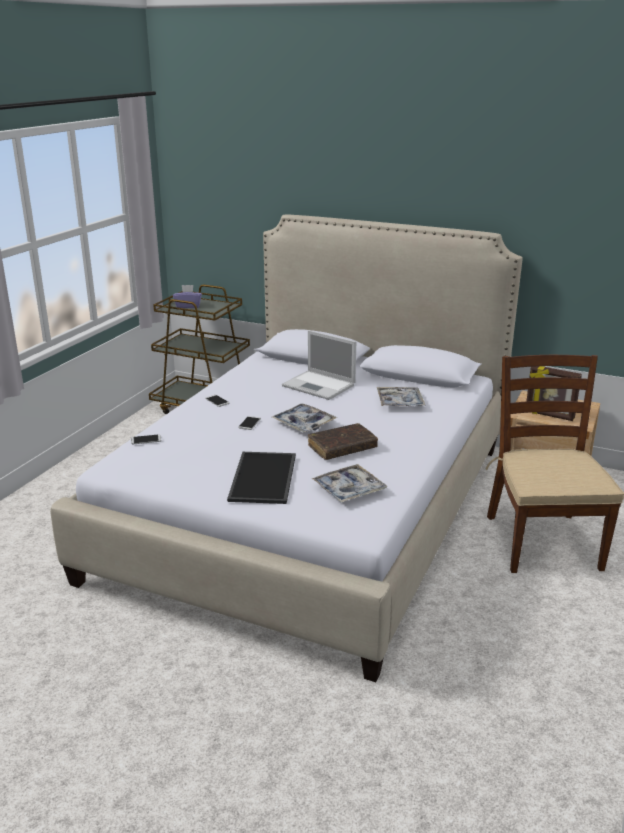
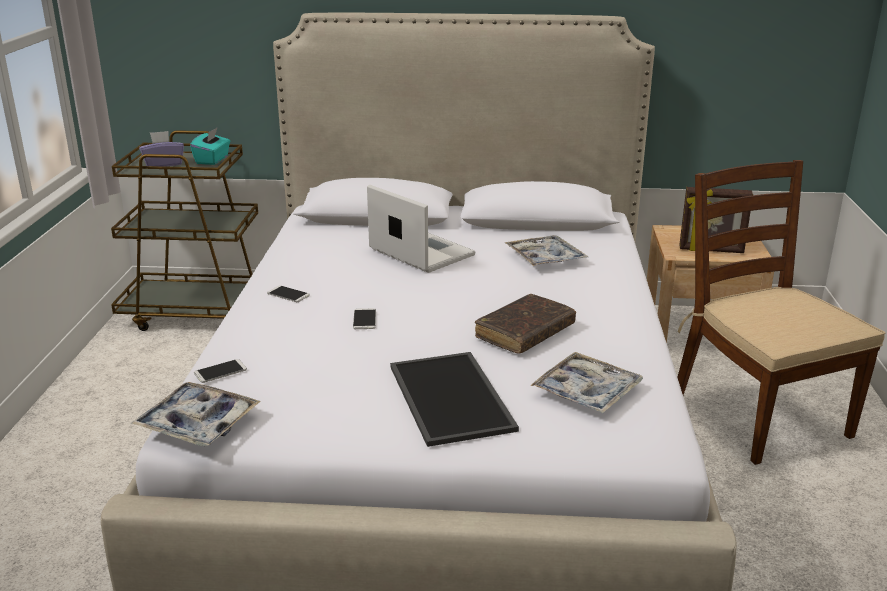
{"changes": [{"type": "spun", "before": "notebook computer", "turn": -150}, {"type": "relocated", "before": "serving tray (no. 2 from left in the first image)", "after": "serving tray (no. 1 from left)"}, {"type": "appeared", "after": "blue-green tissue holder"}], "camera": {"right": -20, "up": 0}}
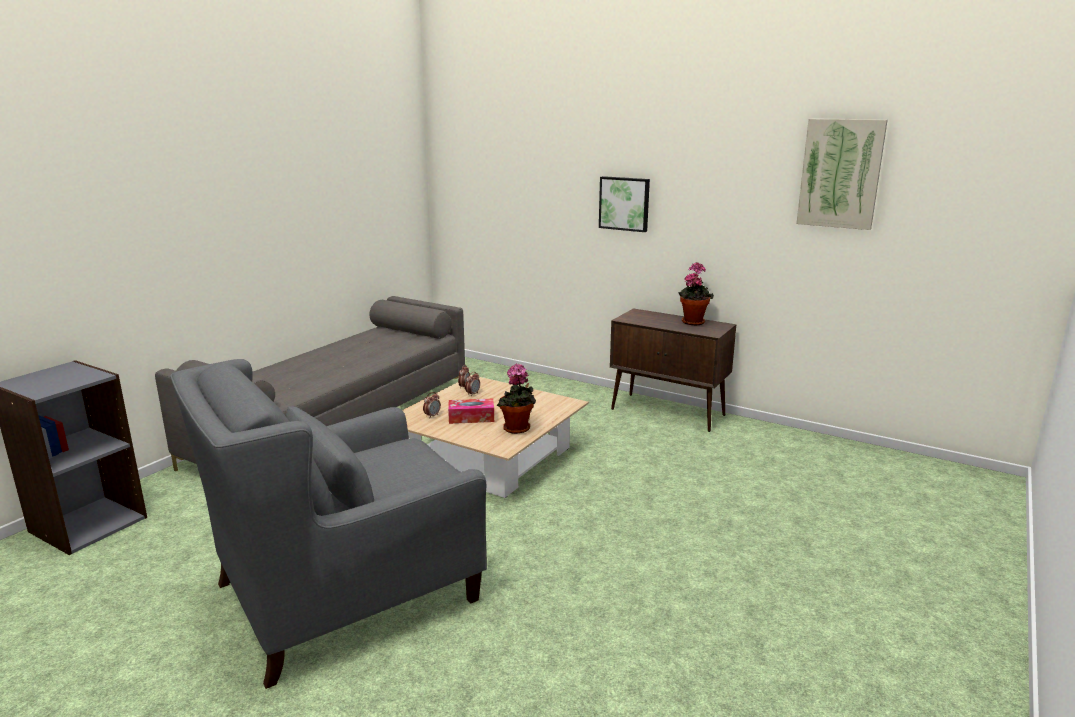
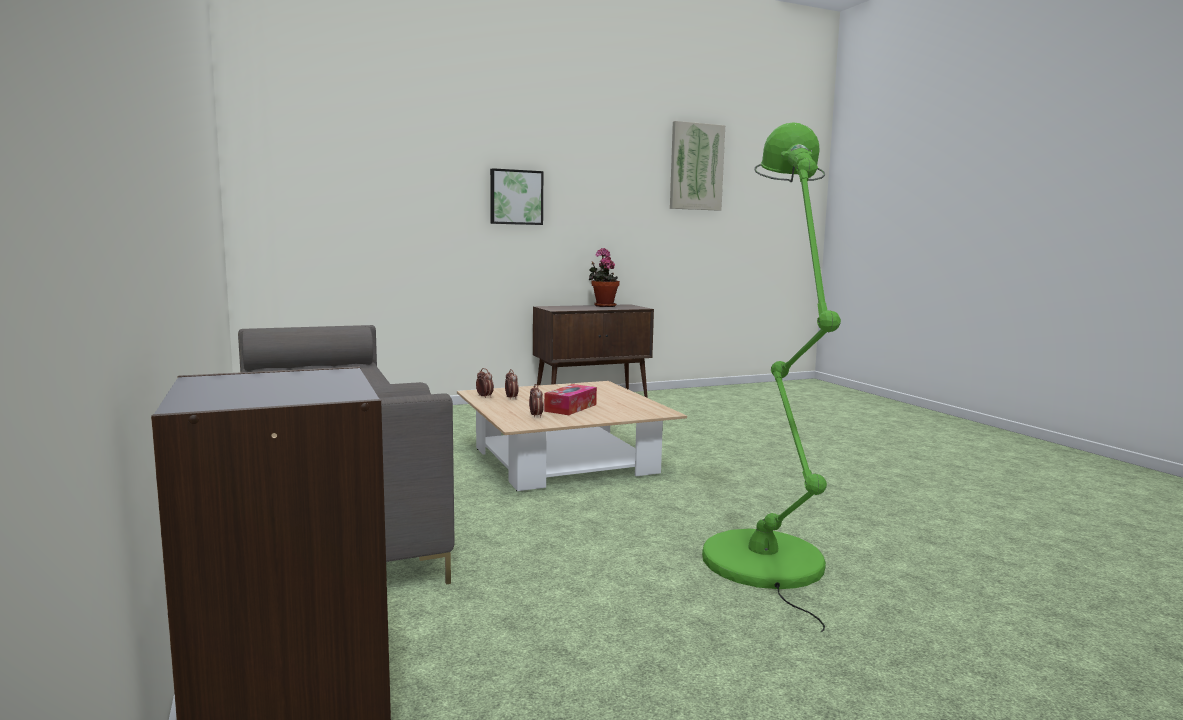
{"changes": [{"type": "exchanged", "before": "grey armchair", "after": "green floor lamp"}, {"type": "missing", "before": "plant in a pot (no. 1 from left)"}], "camera": {"right": -55, "up": -10}}
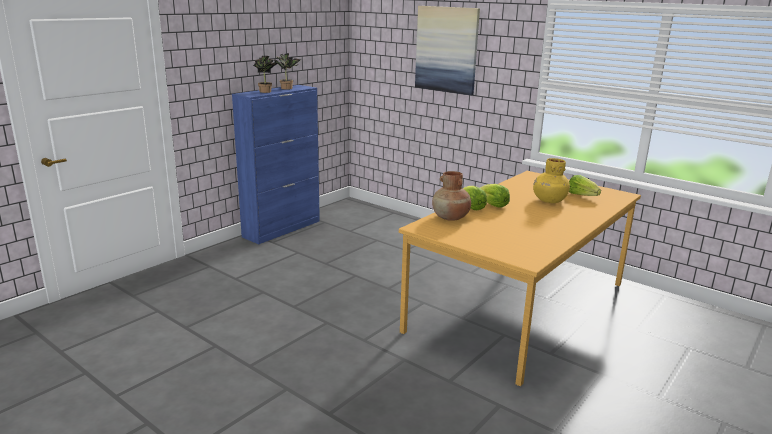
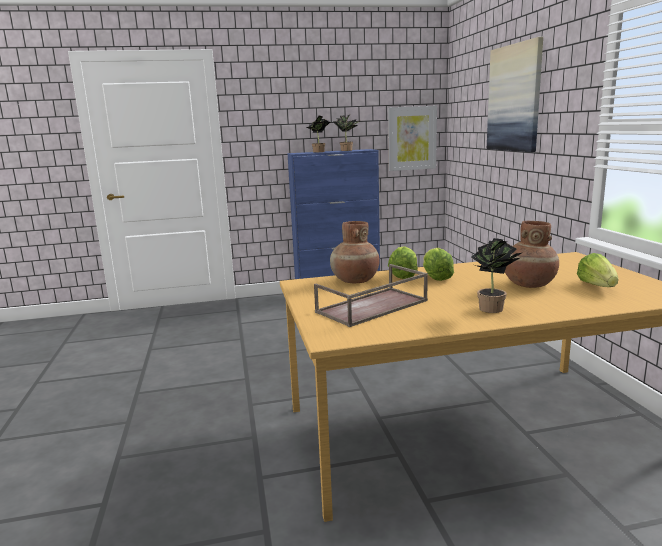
{"changes": [{"type": "colour", "before": "yellow-coloured vase", "after": "brownish vase (no. 2 from left)"}, {"type": "appeared", "after": "wall picture (no. 1 from left)"}, {"type": "appeared", "after": "plant in a pot (no. 3 from left)"}, {"type": "appeared", "after": "brownish serving tray"}], "camera": {"right": 40, "up": -5}}
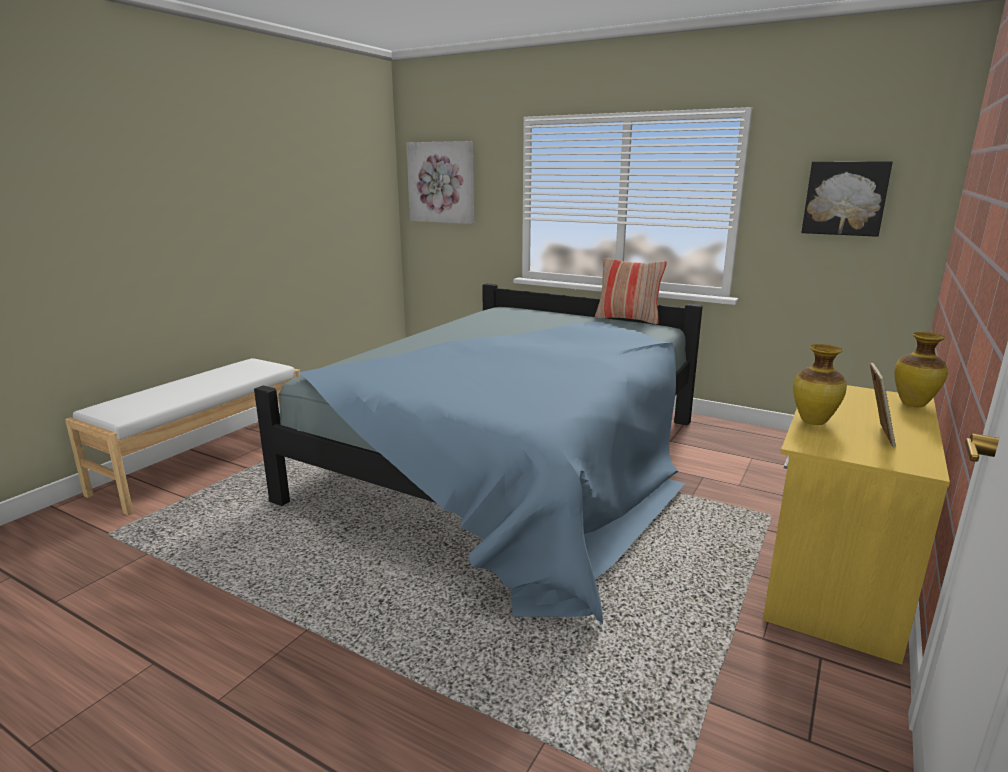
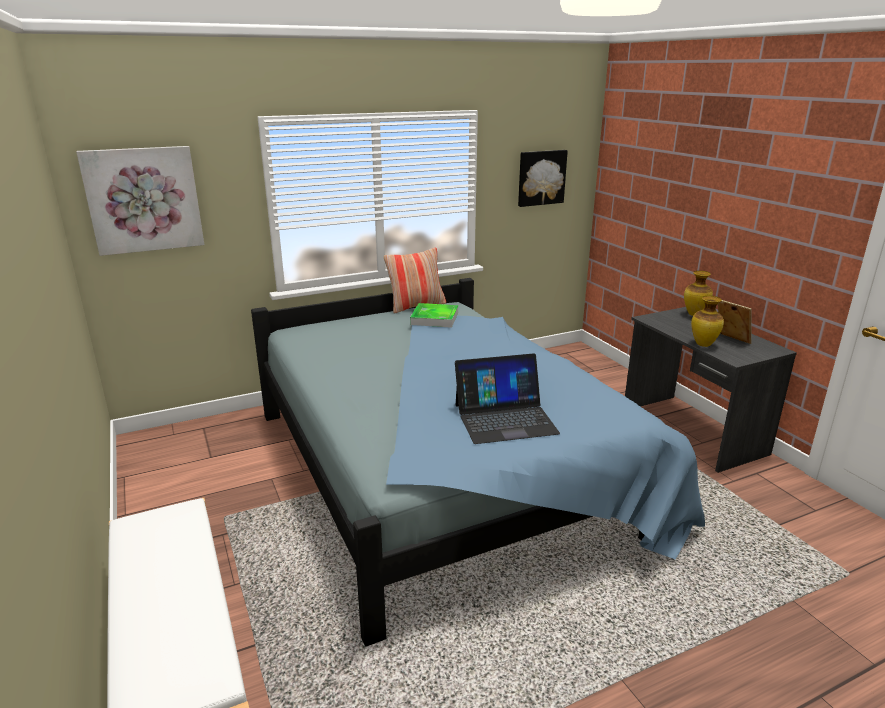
{"changes": [{"type": "colour", "before": "yellow-coloured desk table", "after": "grey desk table"}, {"type": "appeared", "after": "serving tray"}, {"type": "appeared", "after": "notebook computer"}], "camera": {"right": -55, "up": 5}}
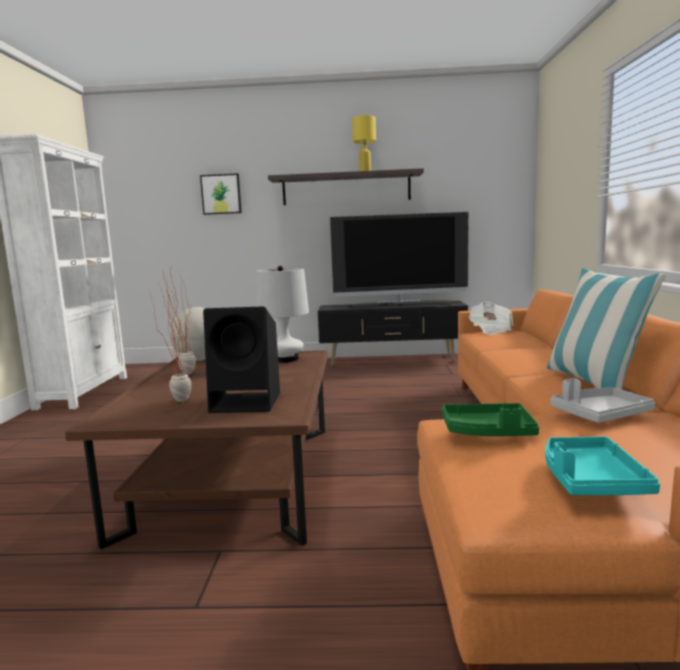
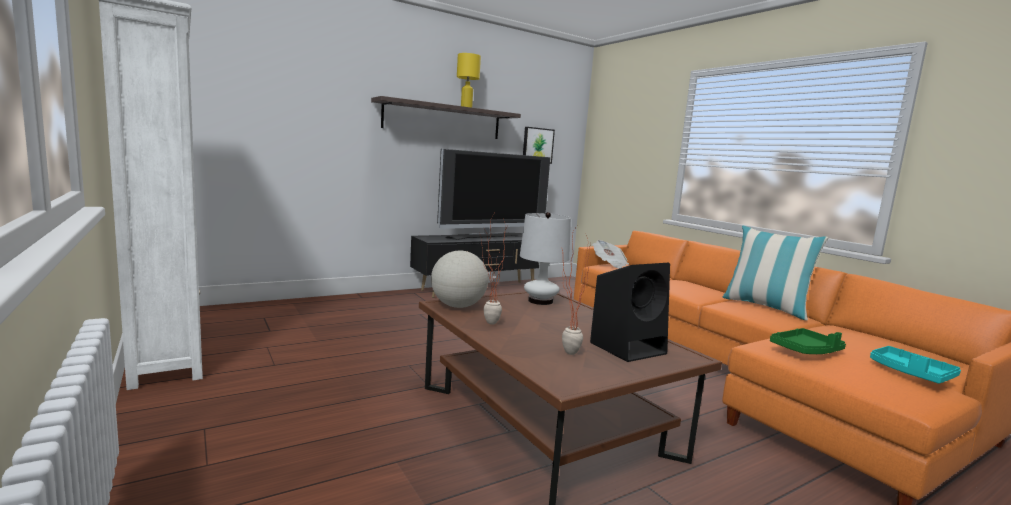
{"changes": [{"type": "relocated", "before": "wall picture"}, {"type": "missing", "before": "grey serving tray"}], "camera": {"right": -35, "up": 0}}
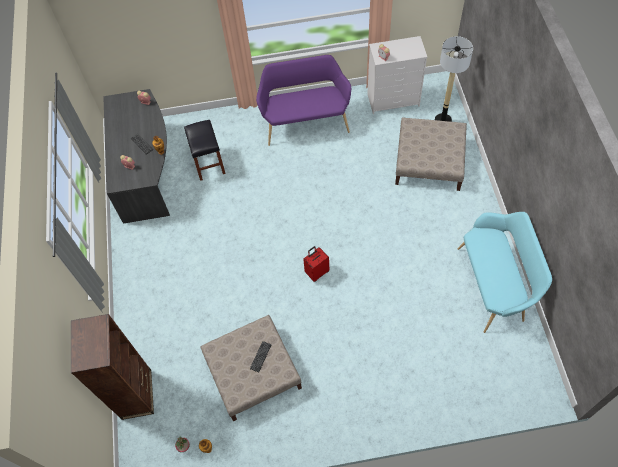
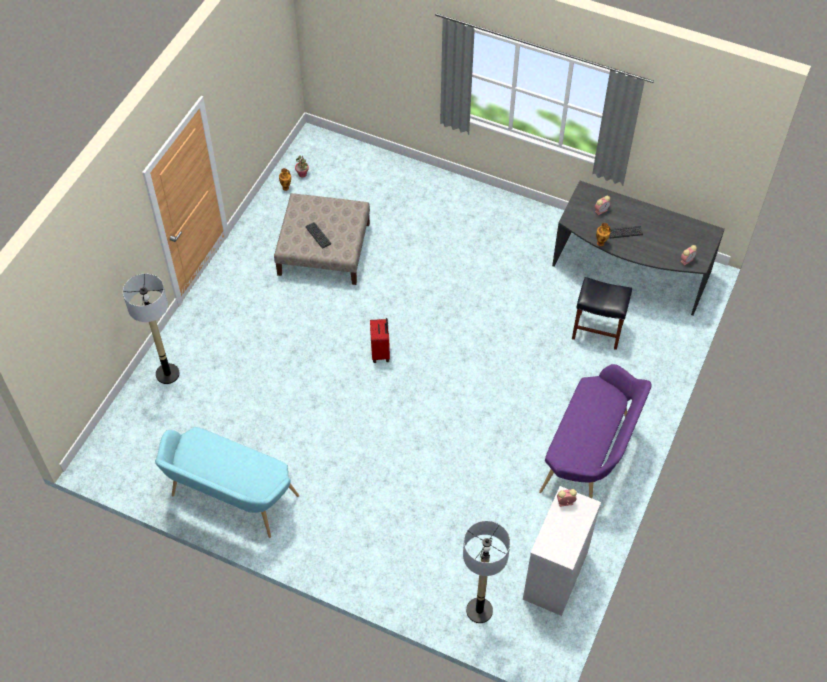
{"changes": [{"type": "missing", "before": "beige pouffe (no. 2 from left)"}, {"type": "missing", "before": "brownish bookshelf"}, {"type": "appeared", "after": "floor lamp (no. 1 from left)"}], "camera": {"right": 120, "up": -5}}
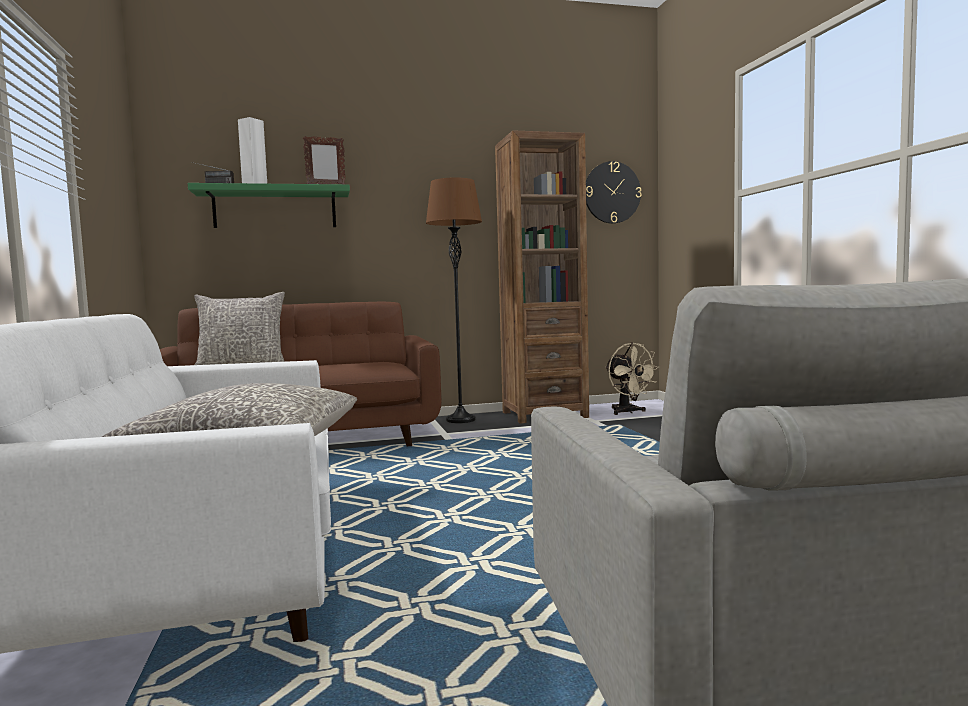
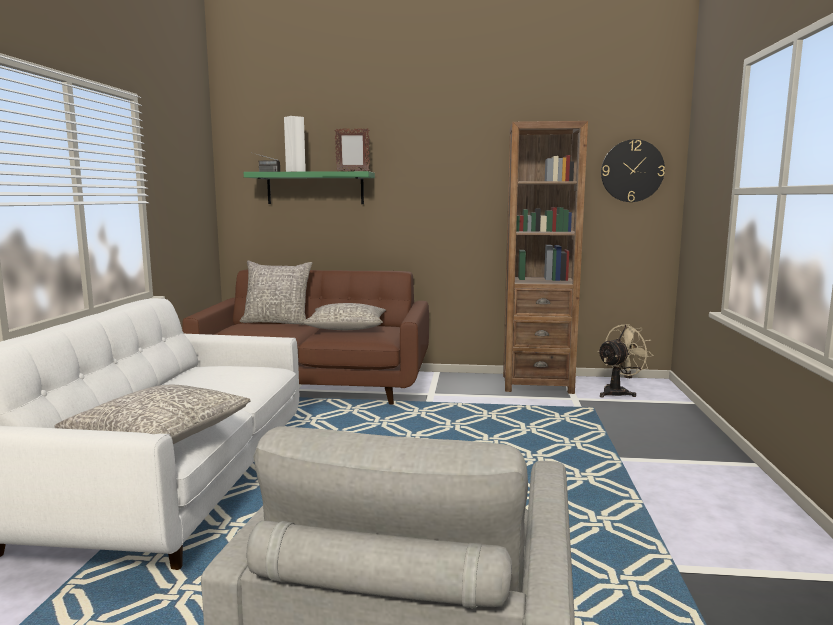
{"changes": [{"type": "missing", "before": "brownish floor lamp"}, {"type": "spun", "before": "beige fan", "turn": -120}, {"type": "appeared", "after": "grey pillow (no. 3 from left)"}], "camera": {"right": 20, "up": 5}}
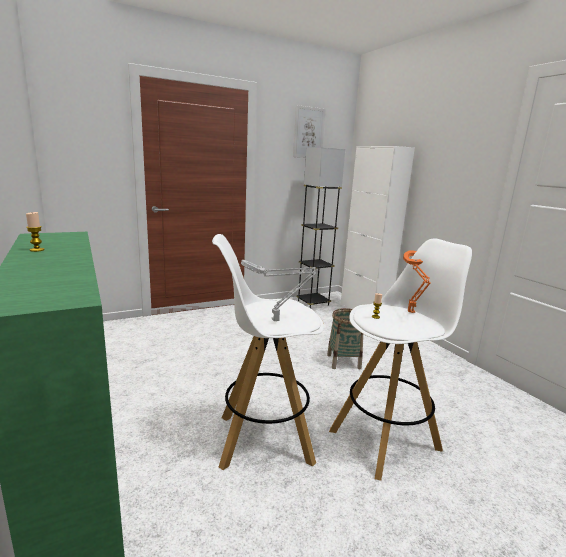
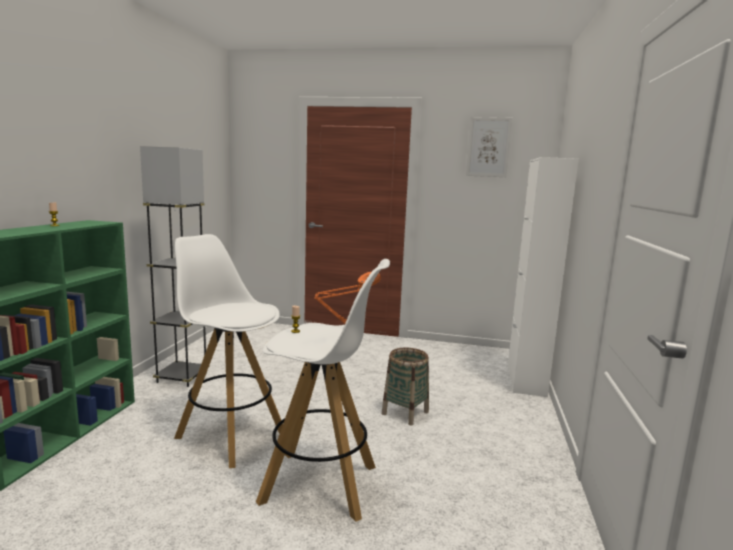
{"changes": [{"type": "relocated", "before": "grey floor lamp"}, {"type": "missing", "before": "grey lamp for a table"}], "camera": {"right": 40, "up": -5}}
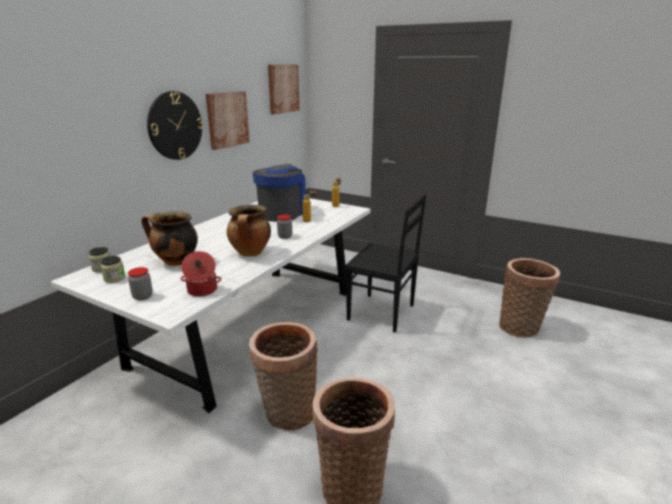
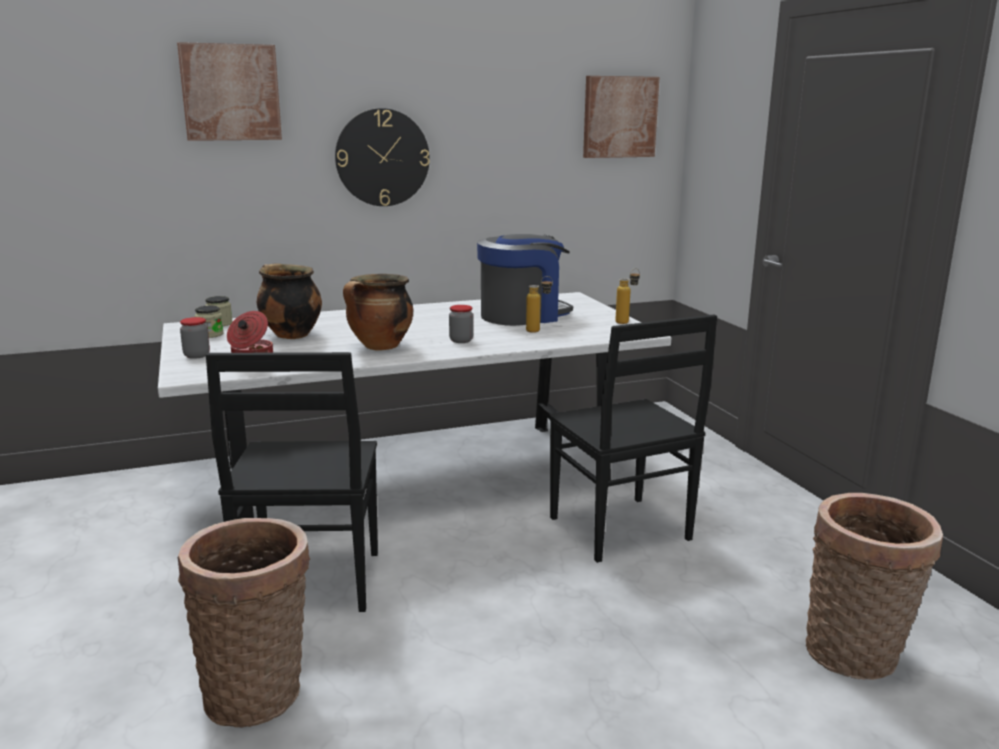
{"changes": [{"type": "relocated", "before": "wall picture (no. 1 from left)"}, {"type": "exchanged", "before": "household basket (no. 1 from left)", "after": "black-coloured upright chair (no. 1 from left)"}], "camera": {"right": 40, "up": -5}}
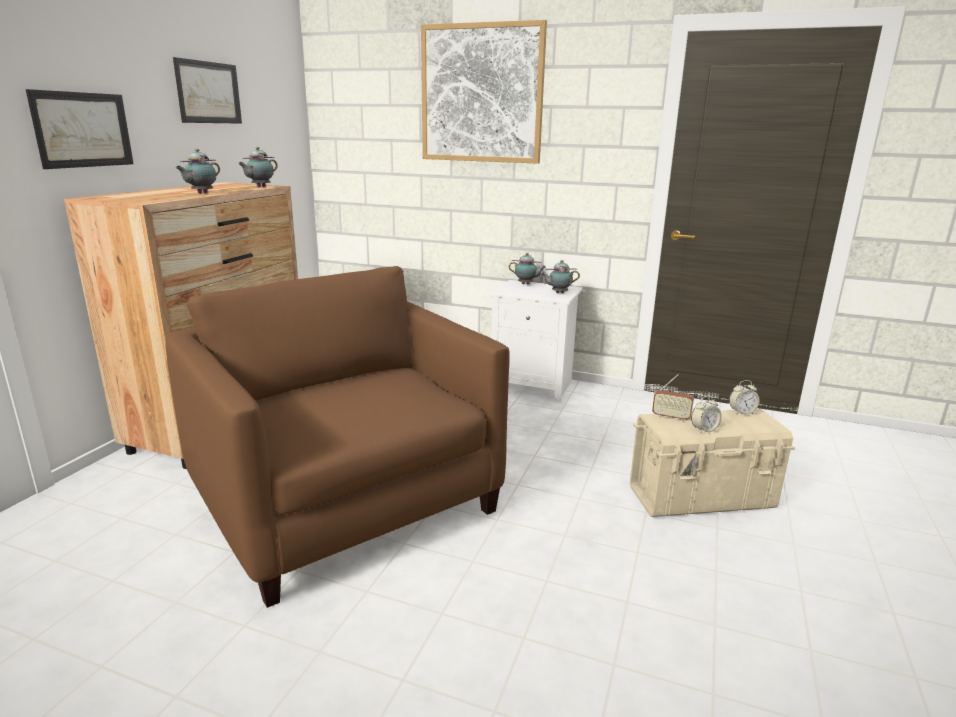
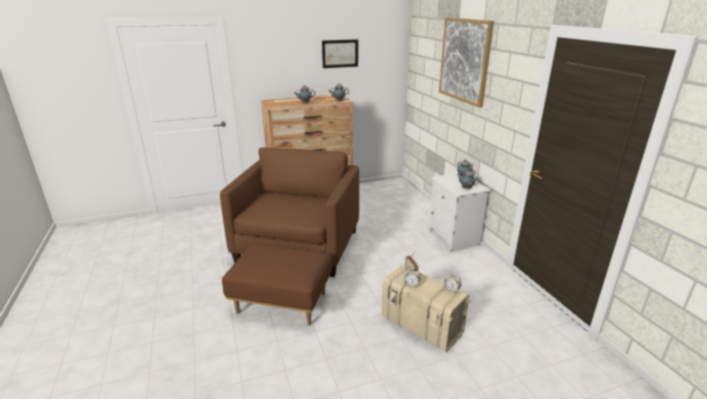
{"changes": [{"type": "missing", "before": "wall picture (no. 1 from left)"}, {"type": "appeared", "after": "brownish pouffe"}], "camera": {"right": 50, "up": 5}}
